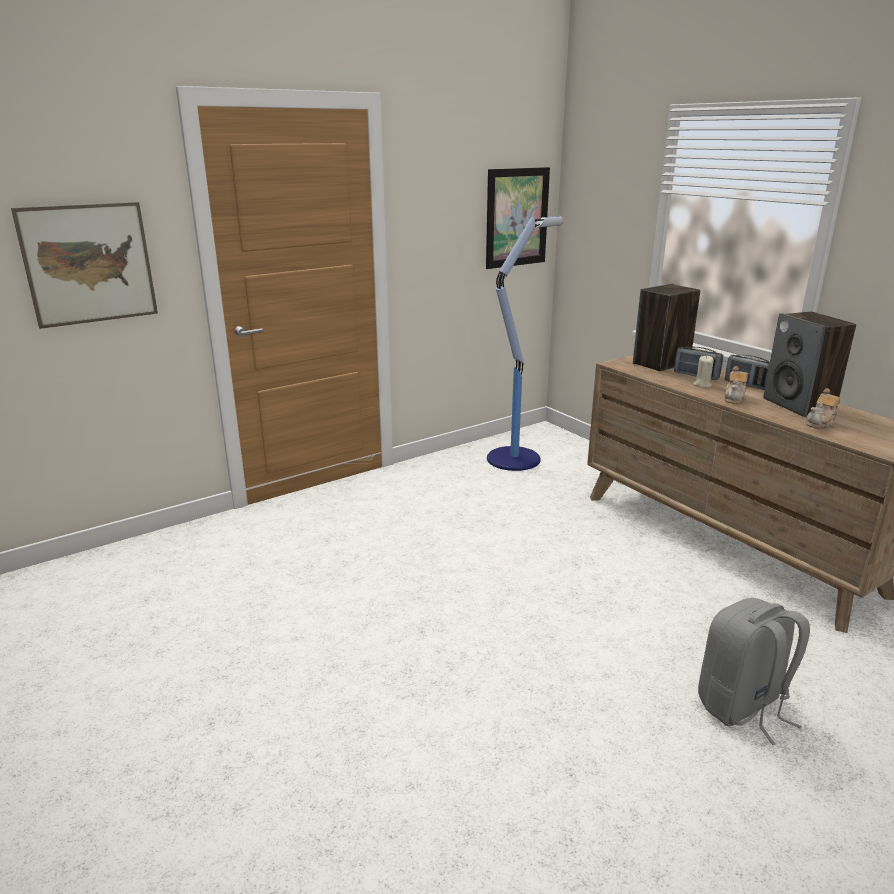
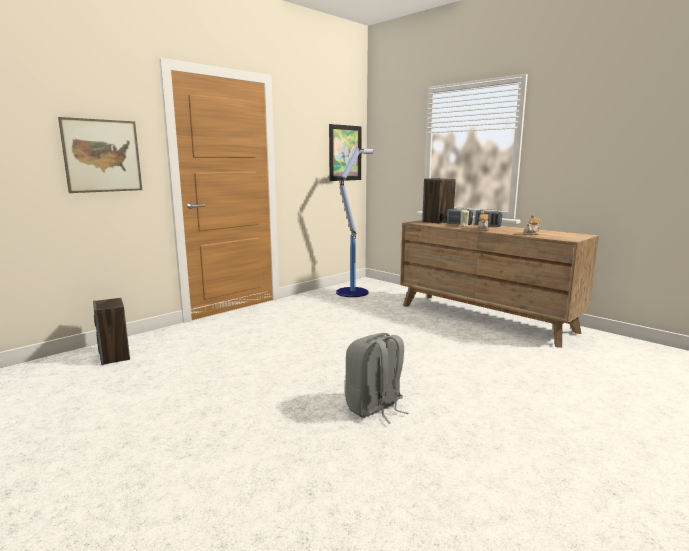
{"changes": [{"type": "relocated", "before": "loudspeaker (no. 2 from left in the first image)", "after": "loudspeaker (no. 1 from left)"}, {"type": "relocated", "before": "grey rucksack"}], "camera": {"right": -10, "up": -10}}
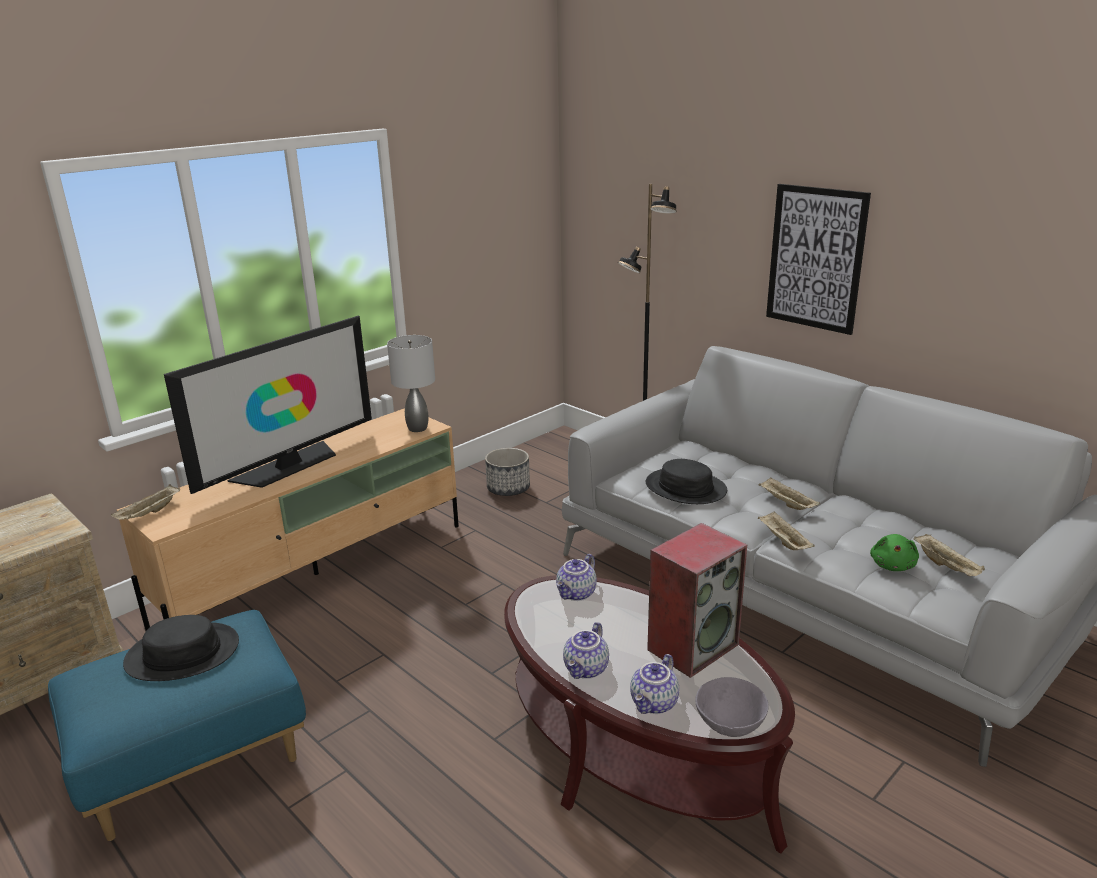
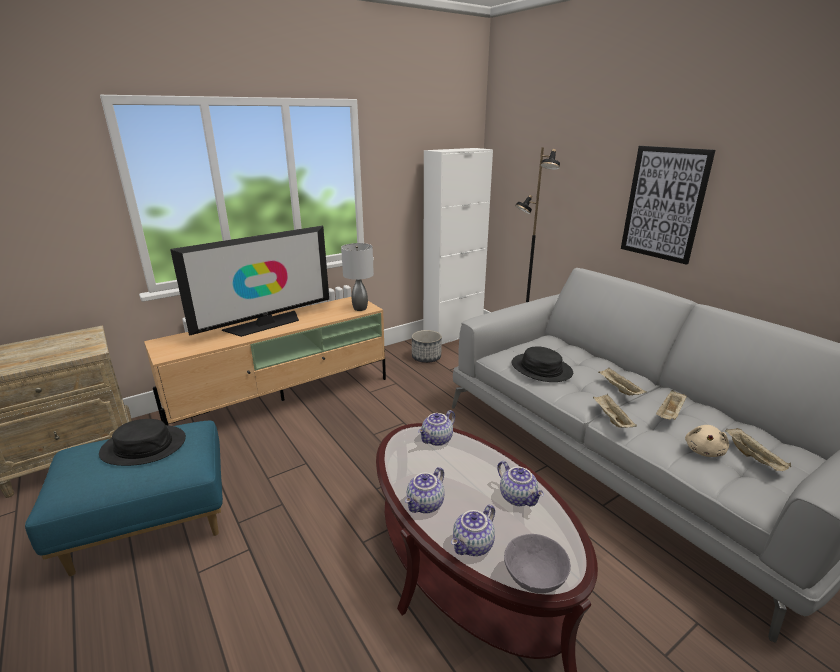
{"changes": [{"type": "relocated", "before": "beige serving tray (no. 1 from left in the first image)", "after": "beige serving tray (no. 3 from left)"}, {"type": "exchanged", "before": "loudspeaker", "after": "teapot (no. 4 from left)"}, {"type": "colour", "before": "green cuddly toy", "after": "beige cuddly toy"}, {"type": "appeared", "after": "whitish cabinet"}], "camera": {"right": 10, "up": 0}}
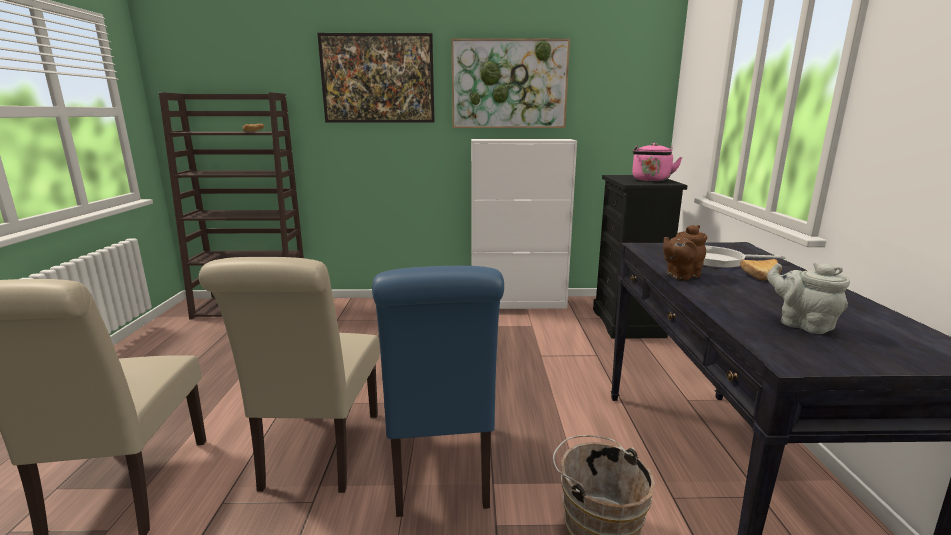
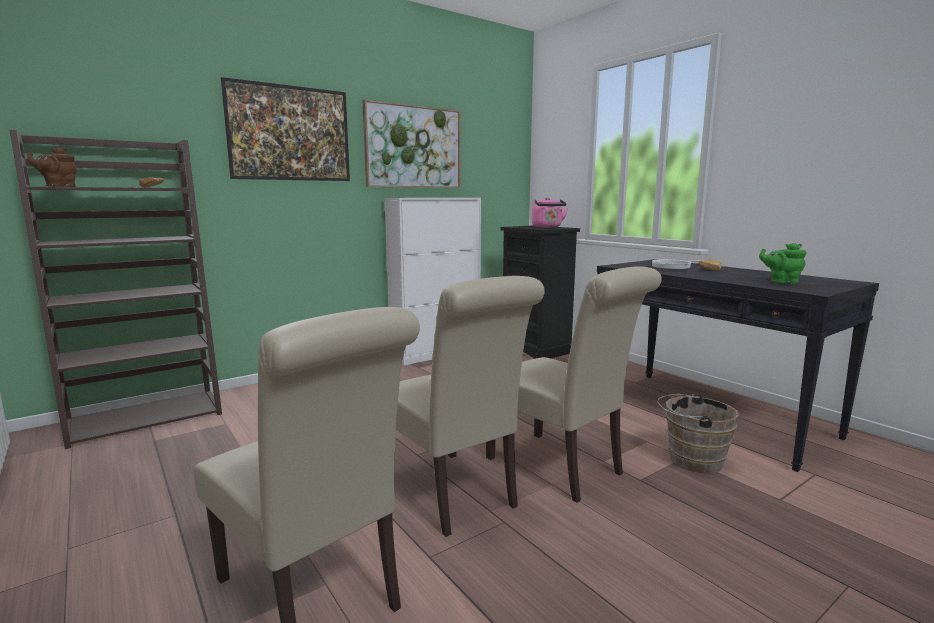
{"changes": [{"type": "relocated", "before": "brownish teapot"}, {"type": "colour", "before": "grey teapot", "after": "green teapot"}, {"type": "colour", "before": "blue upright chair", "after": "beige upright chair (no. 3 from left)"}], "camera": {"right": -35, "up": -5}}
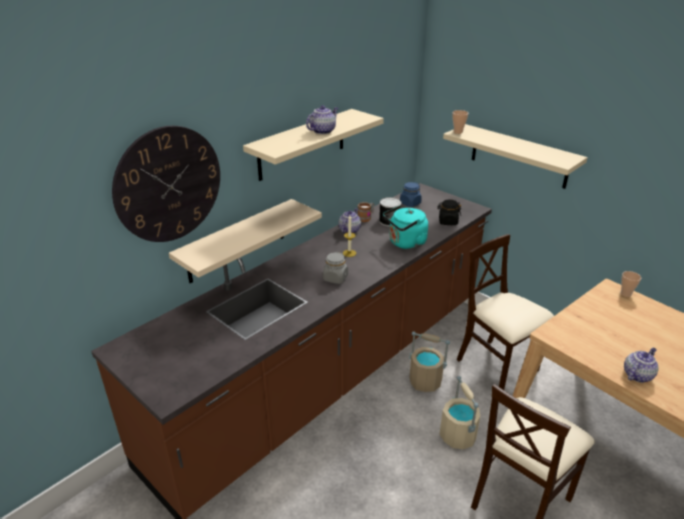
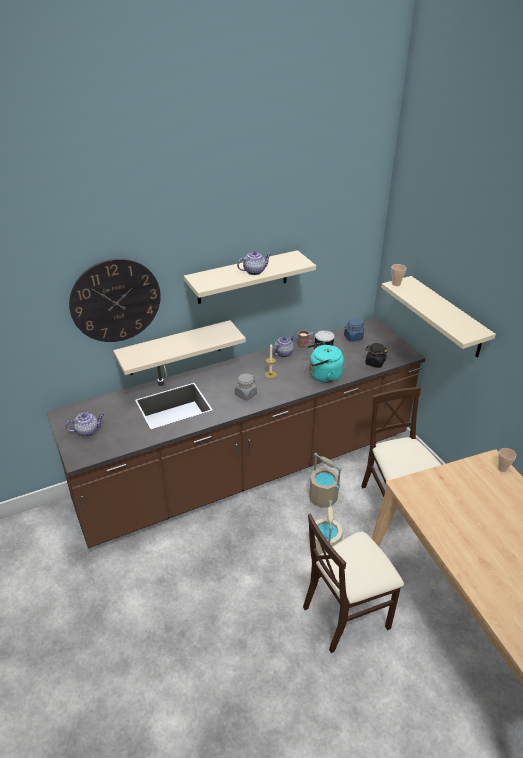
{"changes": [{"type": "relocated", "before": "teapot (no. 3 from left in the first image)", "after": "teapot (no. 1 from left)"}], "camera": {"right": 20, "up": 5}}
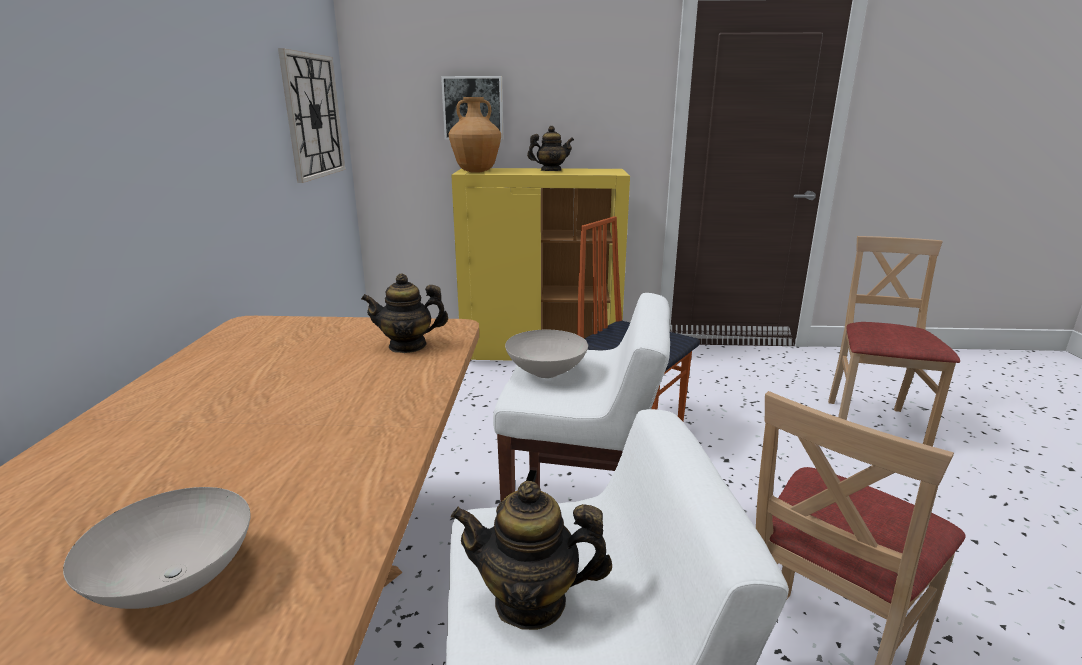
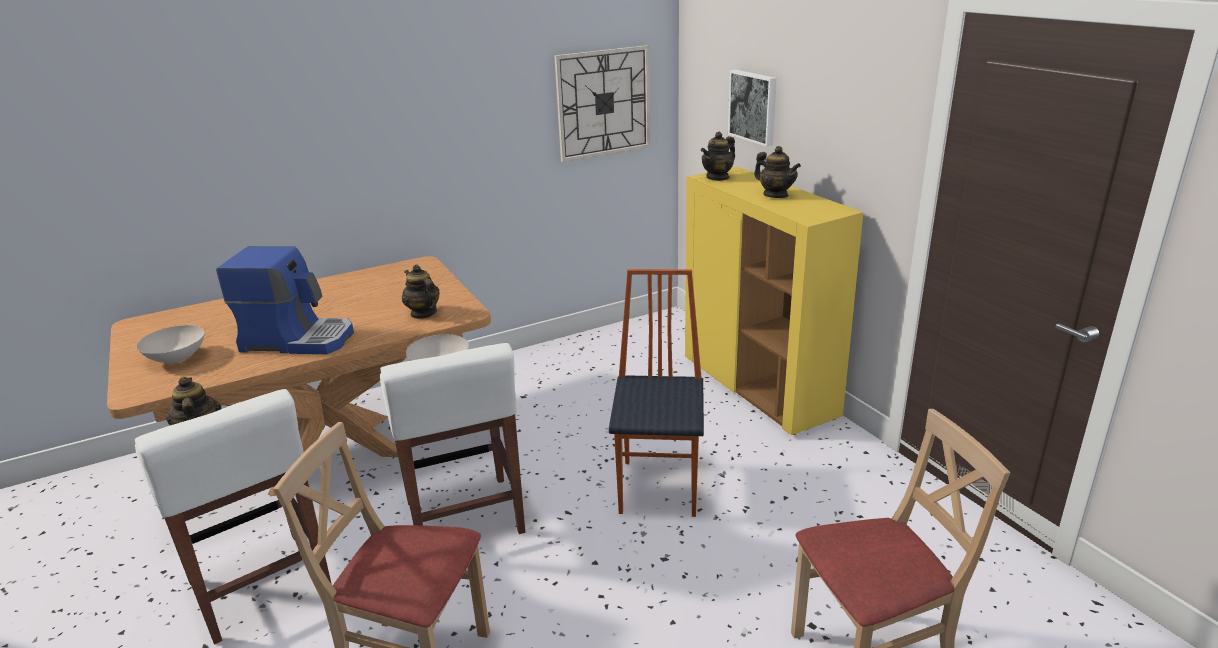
{"changes": [{"type": "exchanged", "before": "brownish vase", "after": "teapot (no. 3 from left)"}, {"type": "appeared", "after": "coffee maker"}], "camera": {"right": 60, "up": 5}}
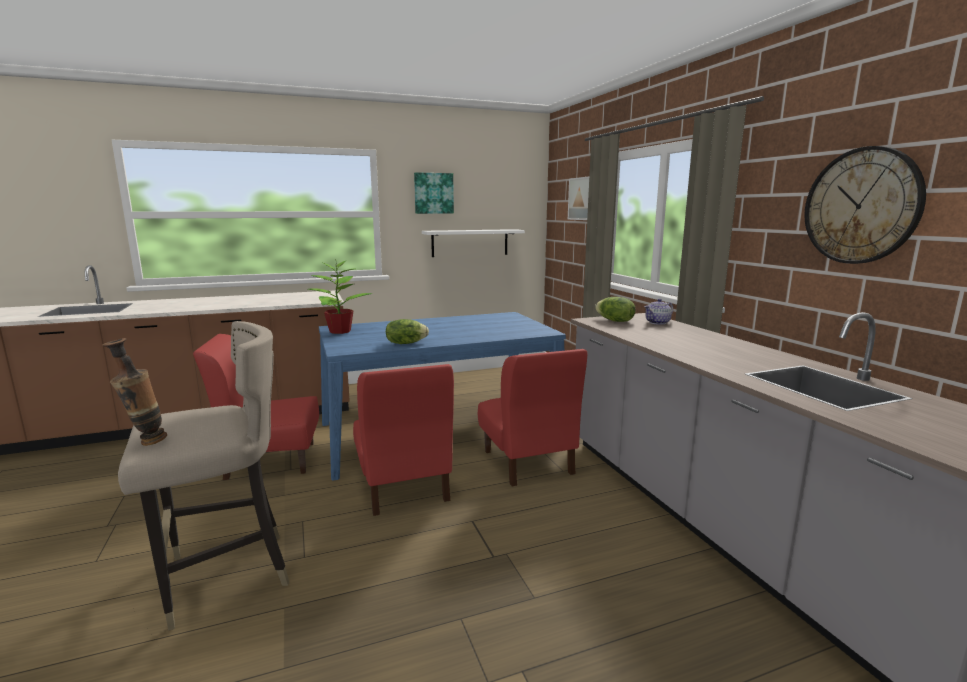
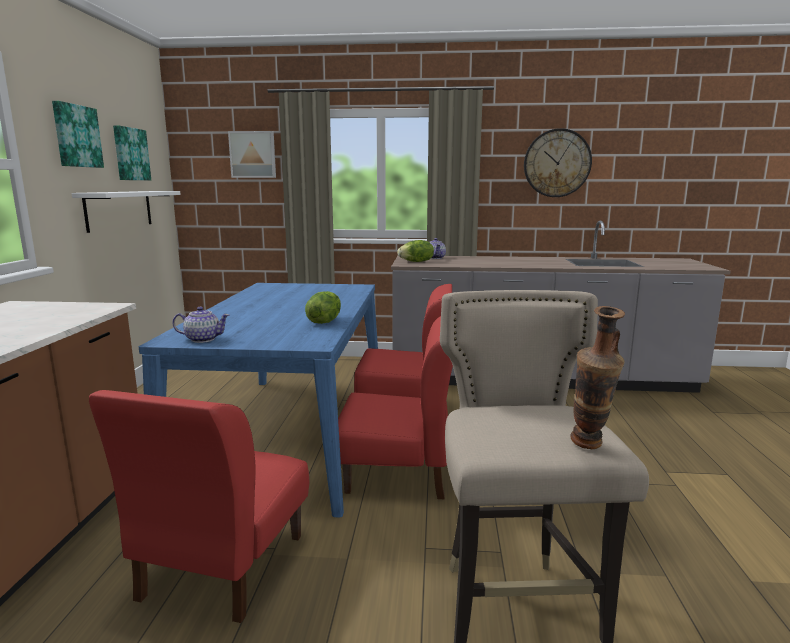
{"changes": [{"type": "exchanged", "before": "plant in a pot", "after": "teapot (no. 1 from left)"}, {"type": "appeared", "after": "wall picture (no. 2 from left)"}], "camera": {"right": -65, "up": 0}}
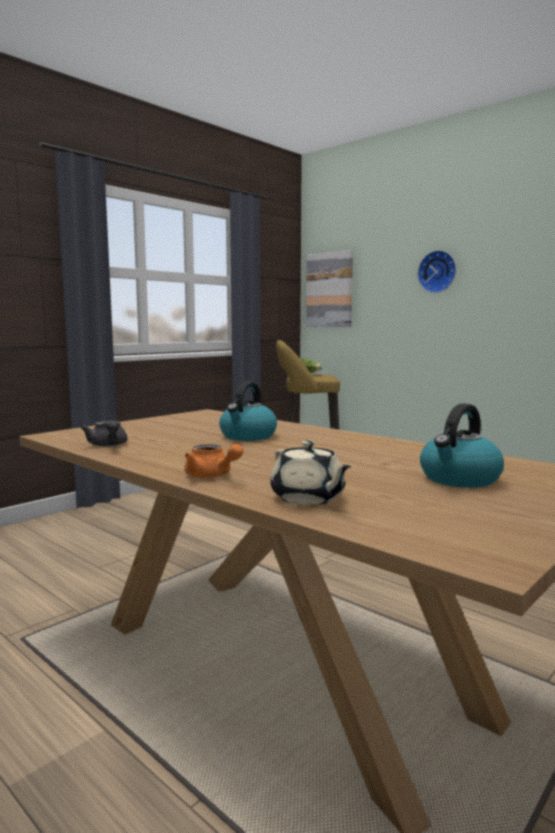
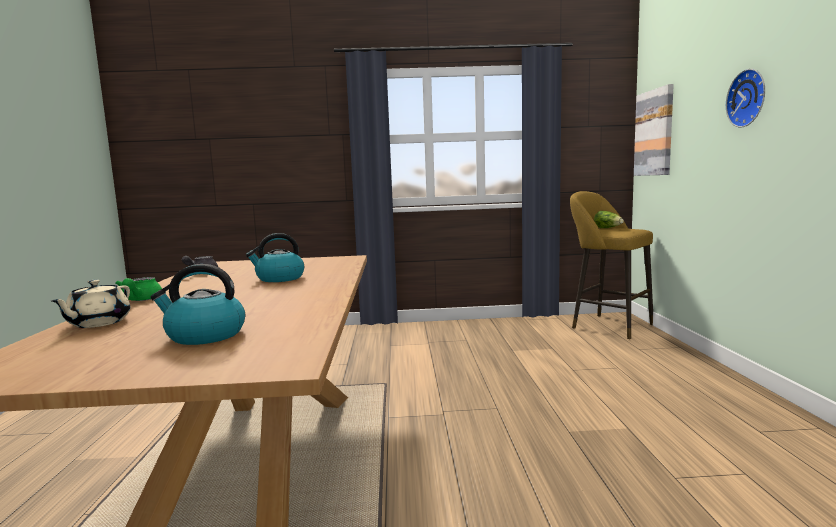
{"changes": [{"type": "colour", "before": "orange-coloured teapot", "after": "green teapot"}], "camera": {"right": 45, "up": 0}}
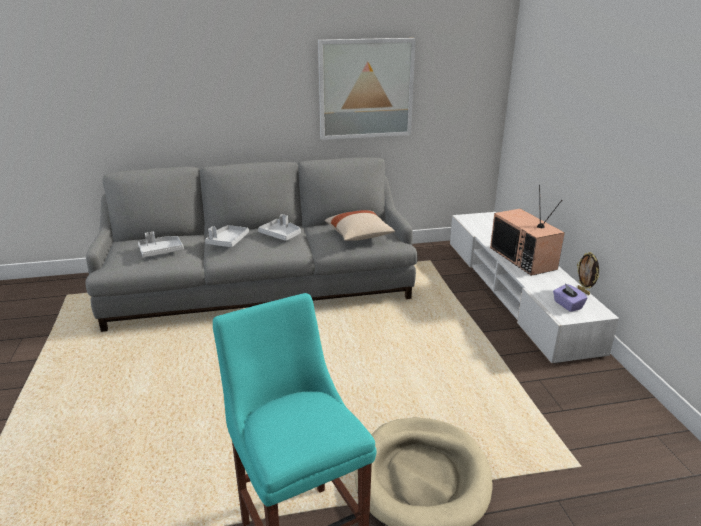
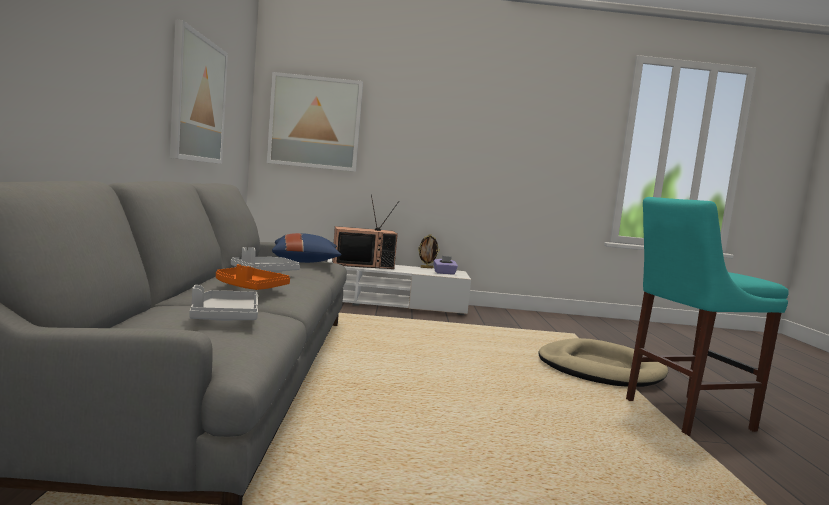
{"changes": [{"type": "colour", "before": "beige pillow", "after": "blue pillow"}, {"type": "colour", "before": "grey serving tray (no. 2 from left)", "after": "orange-coloured serving tray"}, {"type": "appeared", "after": "wall picture (no. 2 from left)"}], "camera": {"right": -80, "up": -20}}
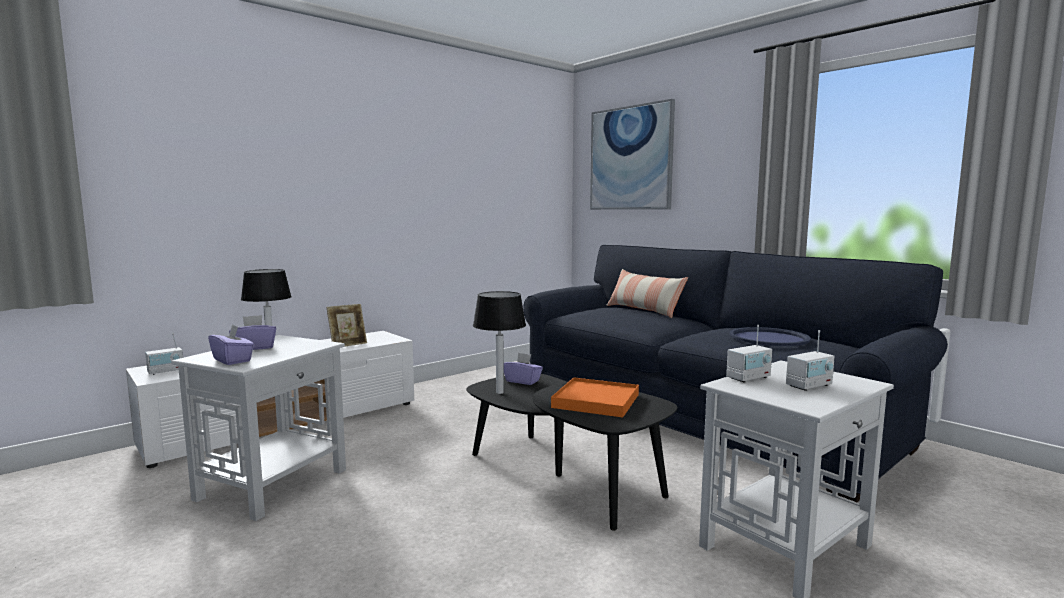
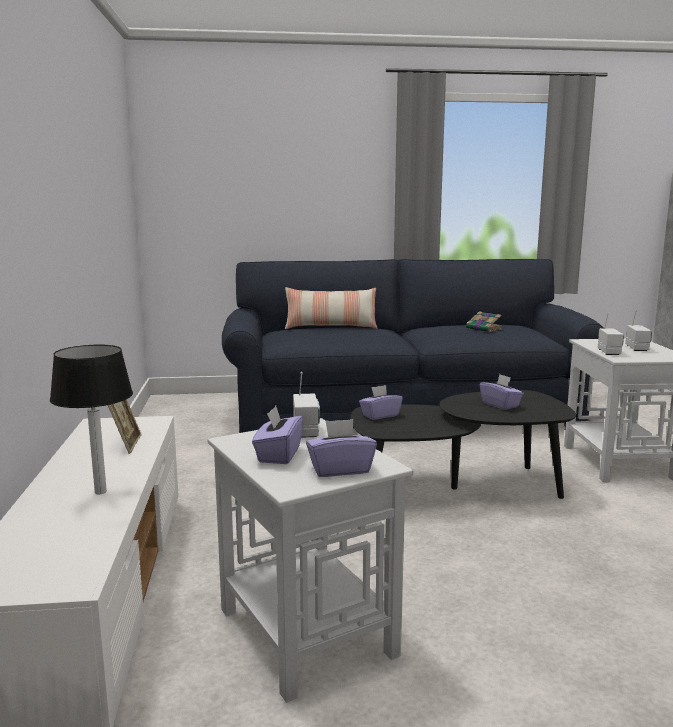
{"changes": [{"type": "missing", "before": "wall picture"}, {"type": "missing", "before": "lamp for a table (no. 2 from left)"}, {"type": "exchanged", "before": "blue serving tray", "after": "bound book"}, {"type": "relocated", "before": "radio receiver (no. 1 from left)"}, {"type": "exchanged", "before": "orange-coloured serving tray", "after": "purple tissue holder (no. 4 from left)"}], "camera": {"right": -55, "up": 5}}
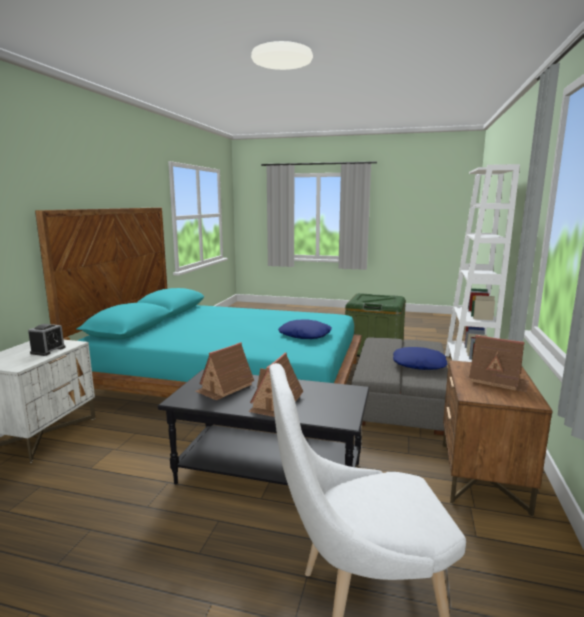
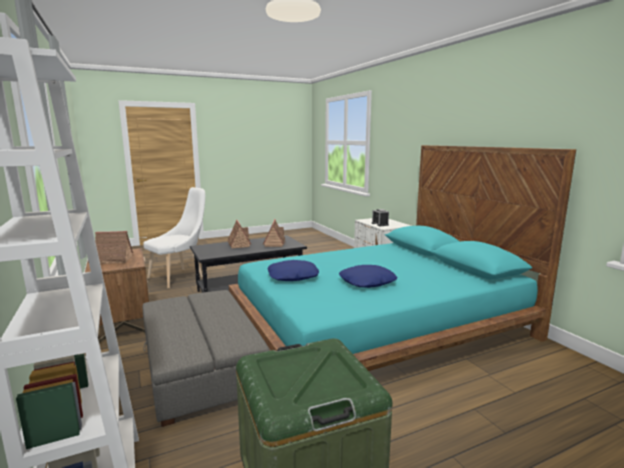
{"changes": [{"type": "relocated", "before": "blue pillow (no. 2 from left)"}], "camera": {"right": 140, "up": 0}}
